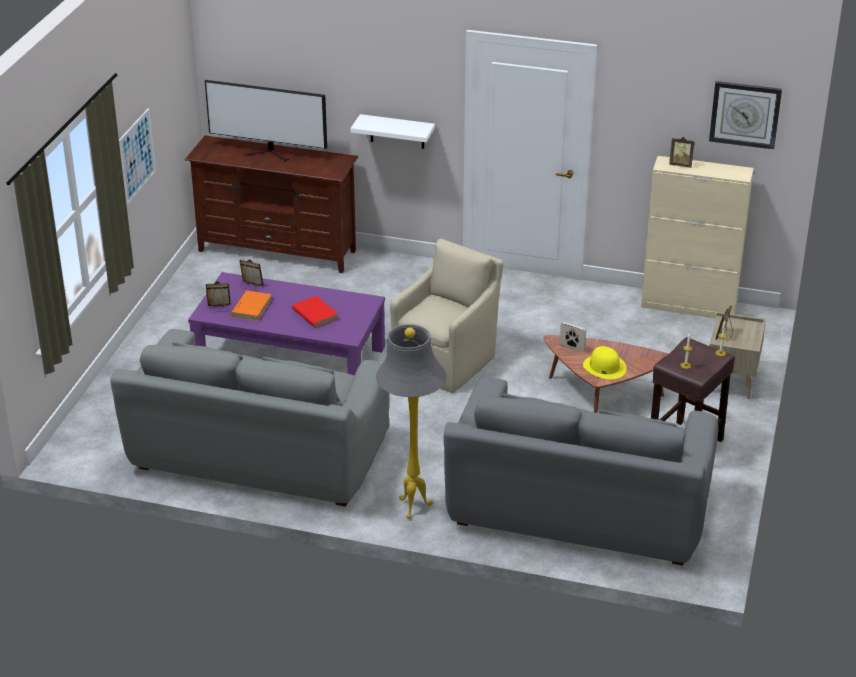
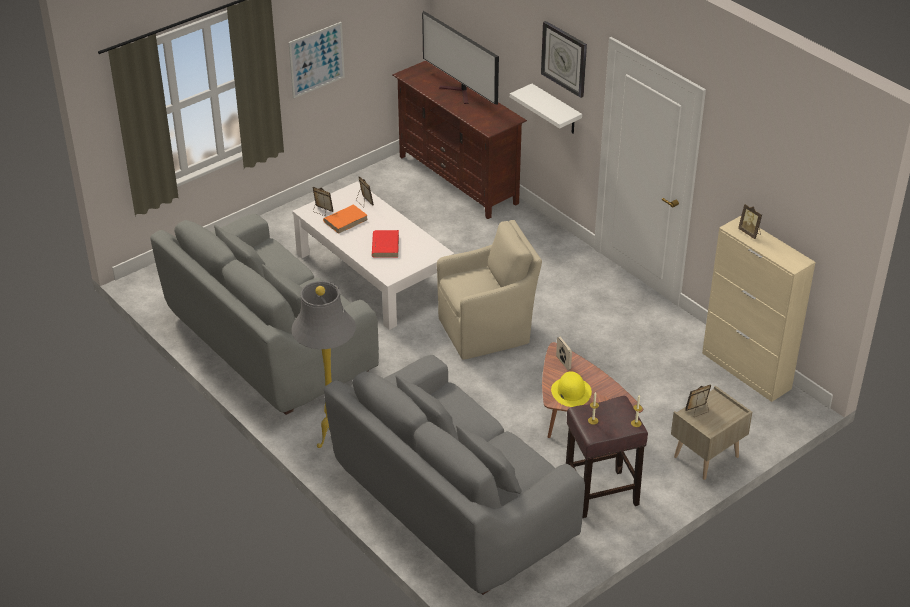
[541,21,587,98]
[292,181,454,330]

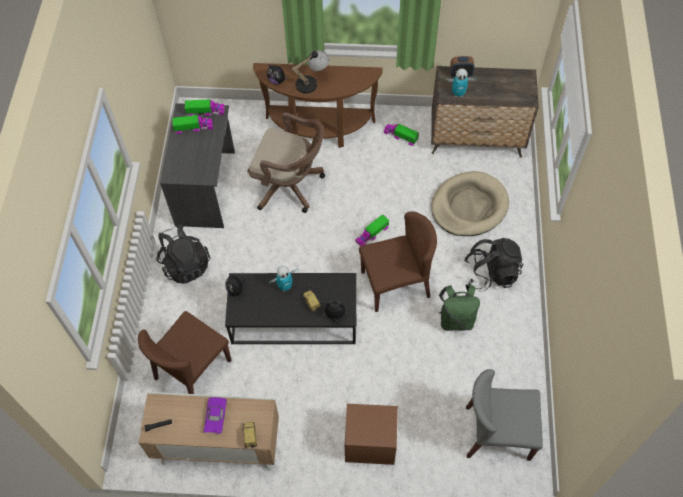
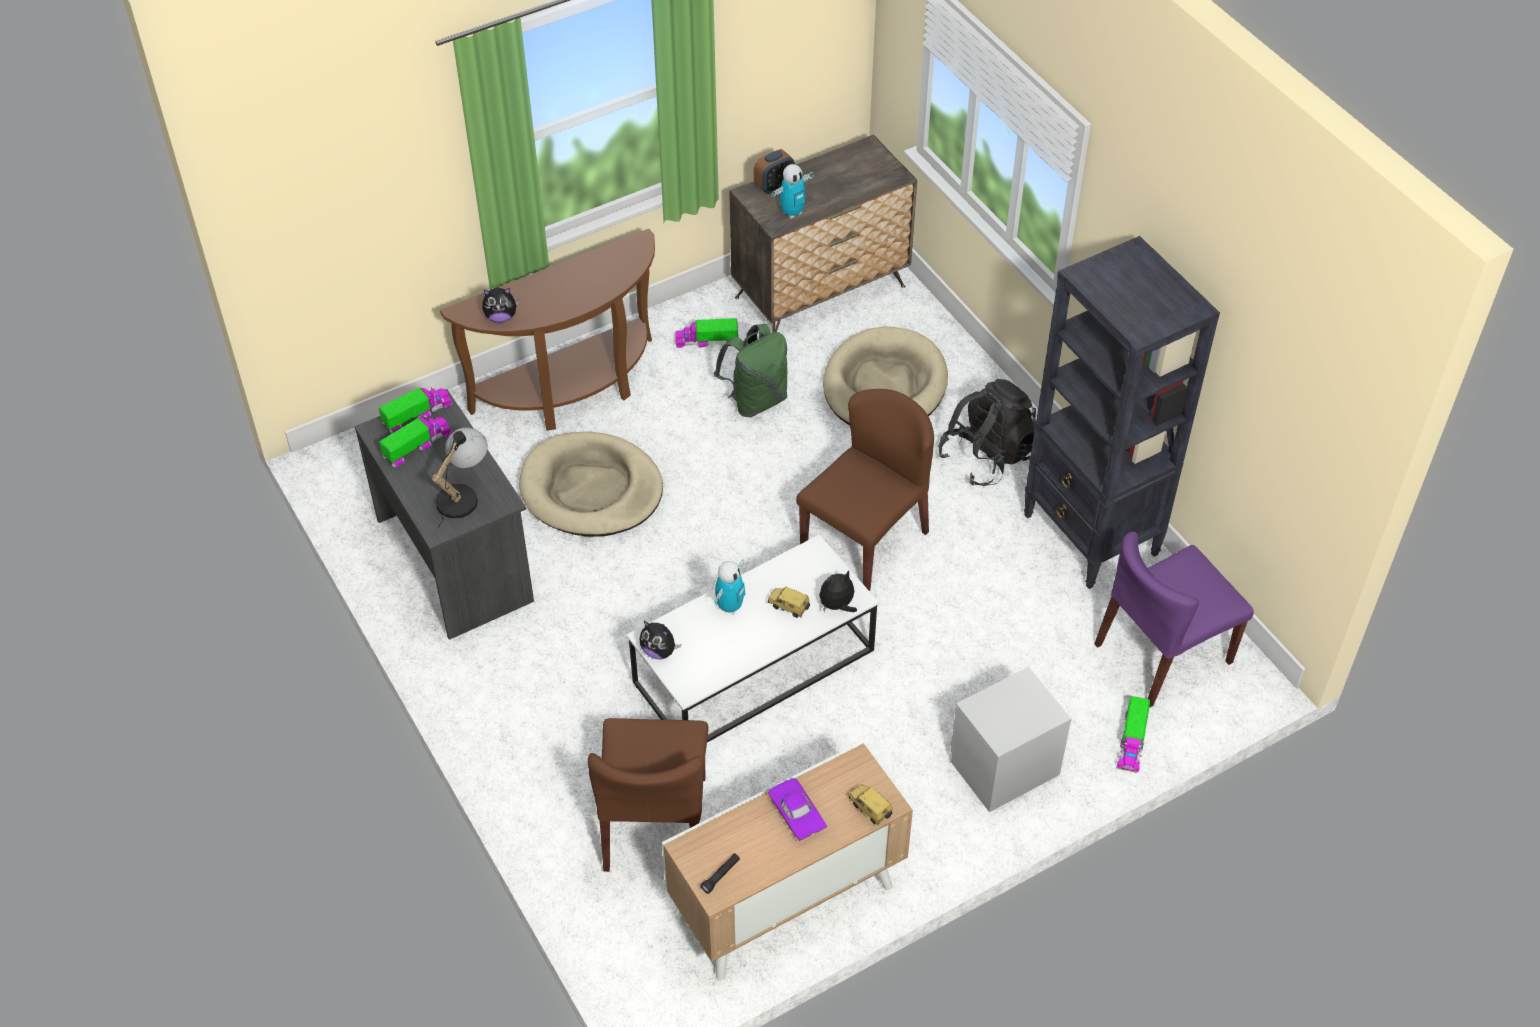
[432,428,488,528]
[519,431,663,537]
[1116,696,1150,773]
[156,225,210,284] (first image)
[627,535,879,742]
[714,324,788,417]
[1094,531,1254,708]
[950,667,1071,812]
[1023,236,1220,589]

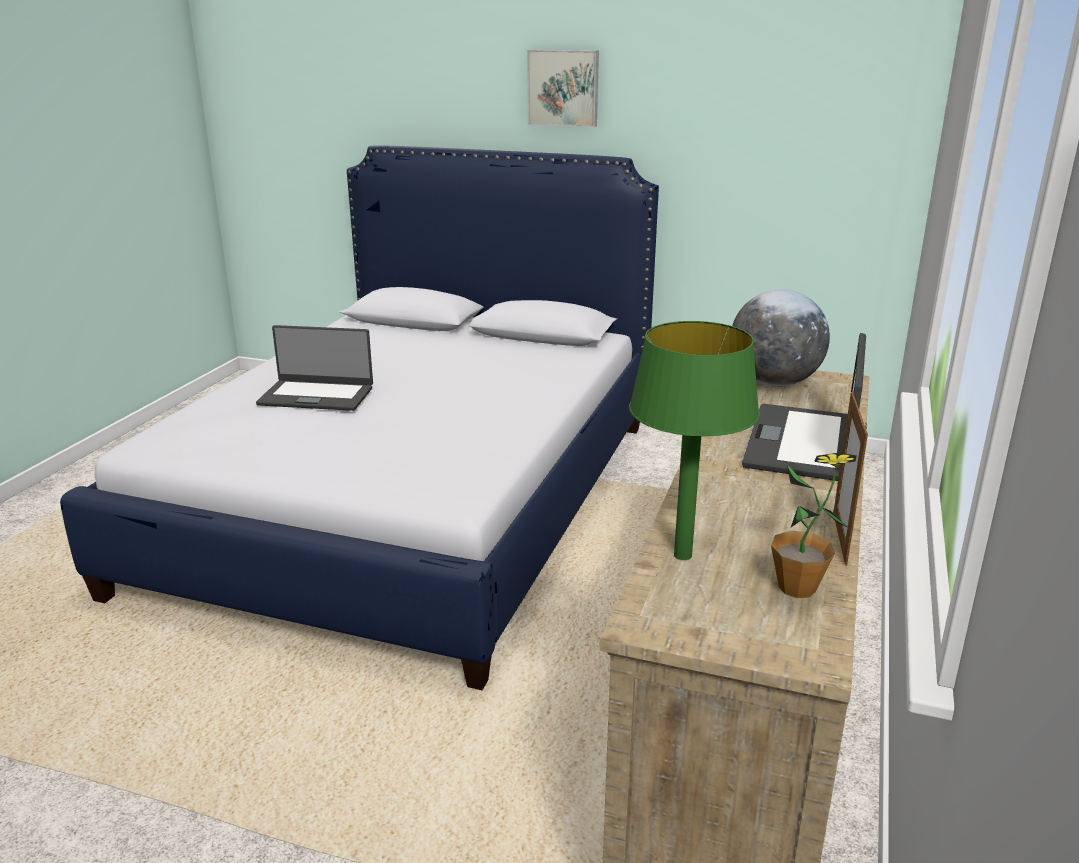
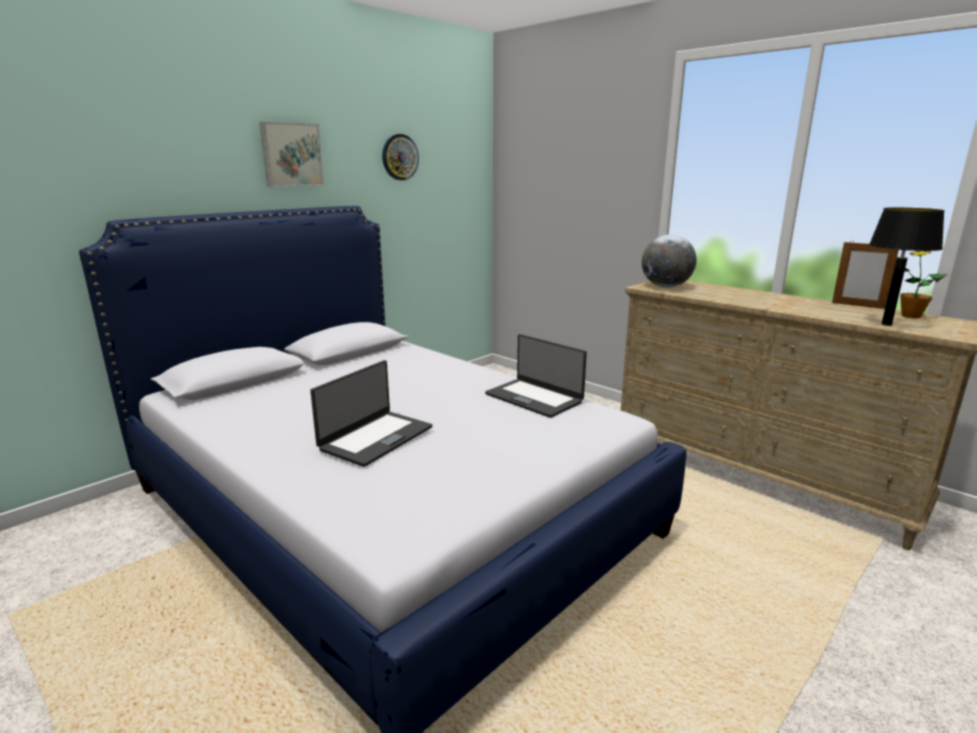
[869,207,945,326]
[485,334,587,418]
[382,134,419,180]

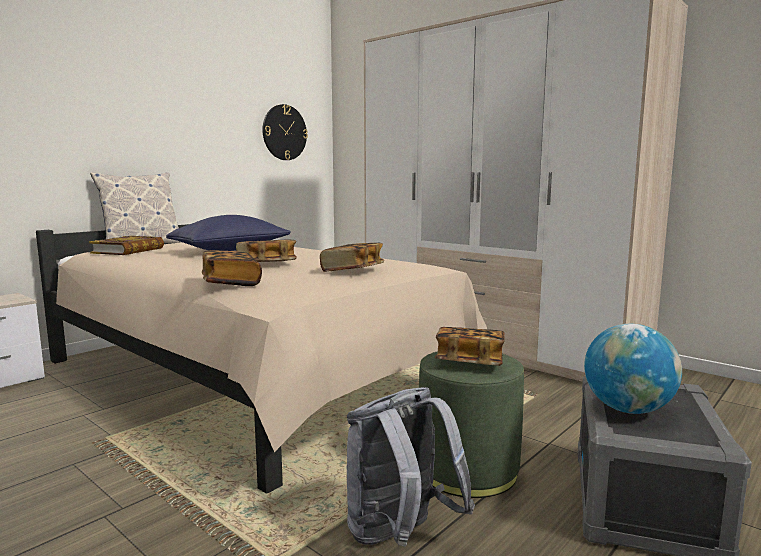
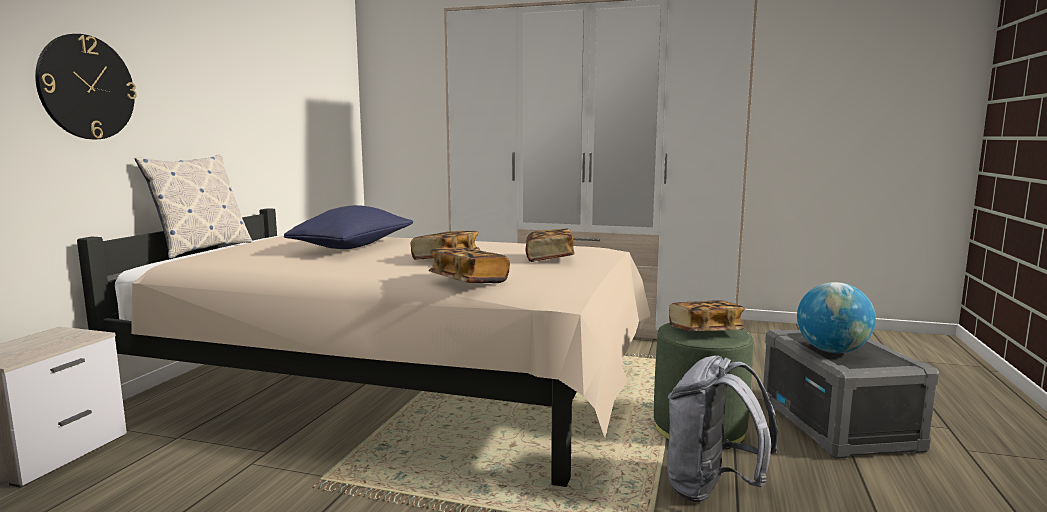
[35,34,137,139]
[89,236,164,255] (first image)

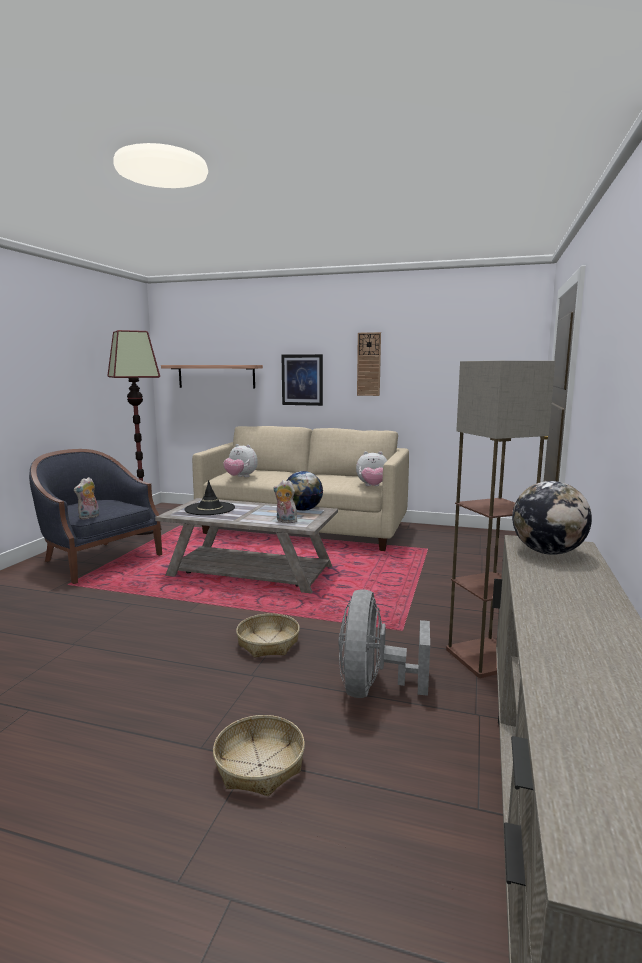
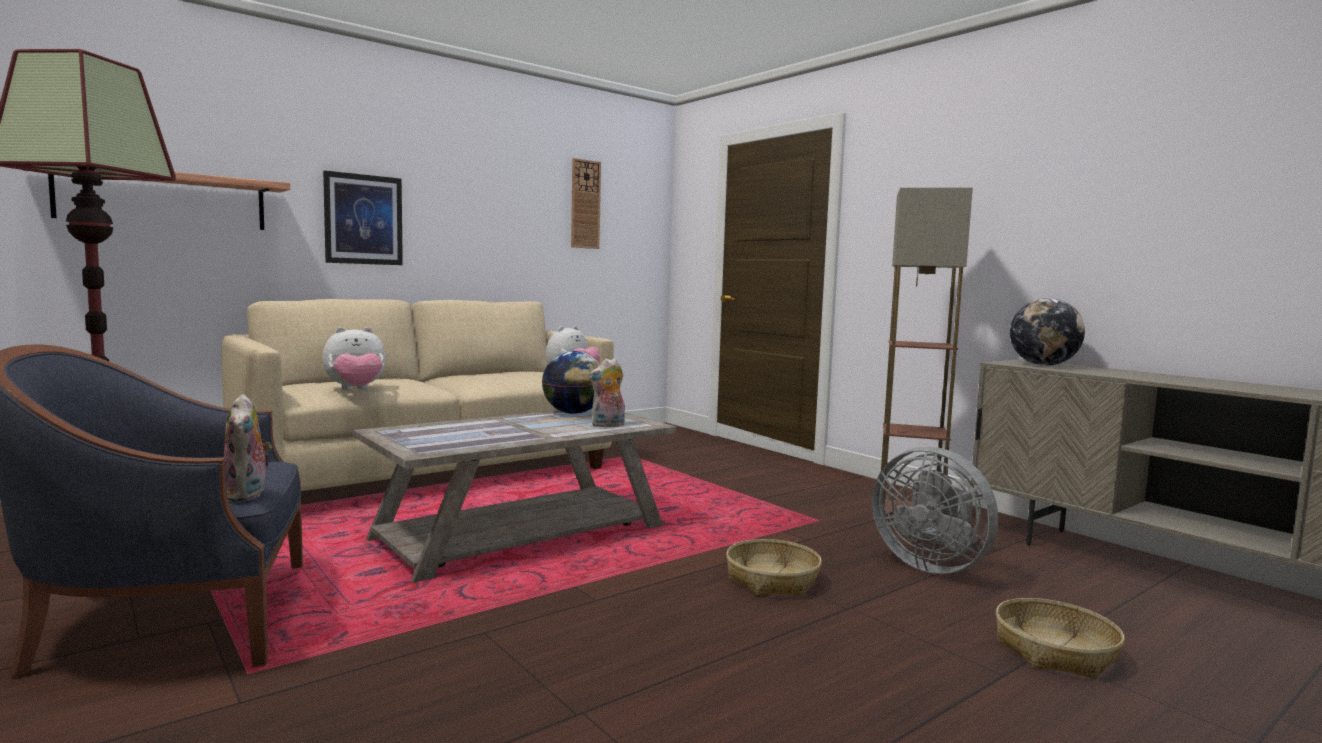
[571,158,601,249]
[184,480,235,515] (first image)

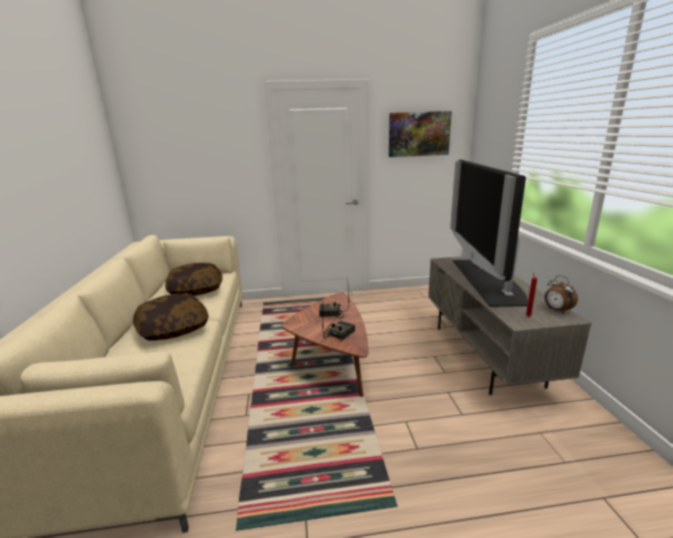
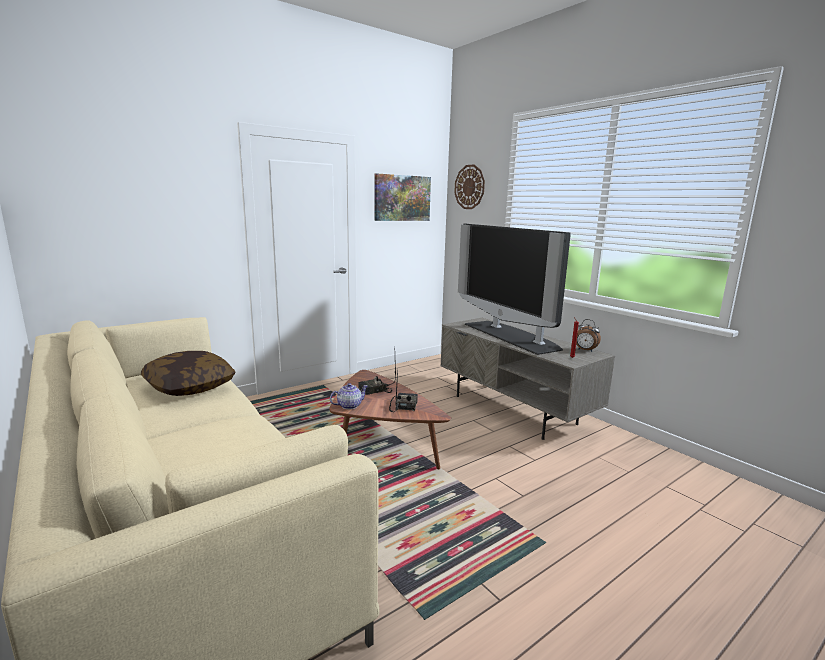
[133,293,209,340] (first image)
[454,164,485,209]
[330,383,368,409]

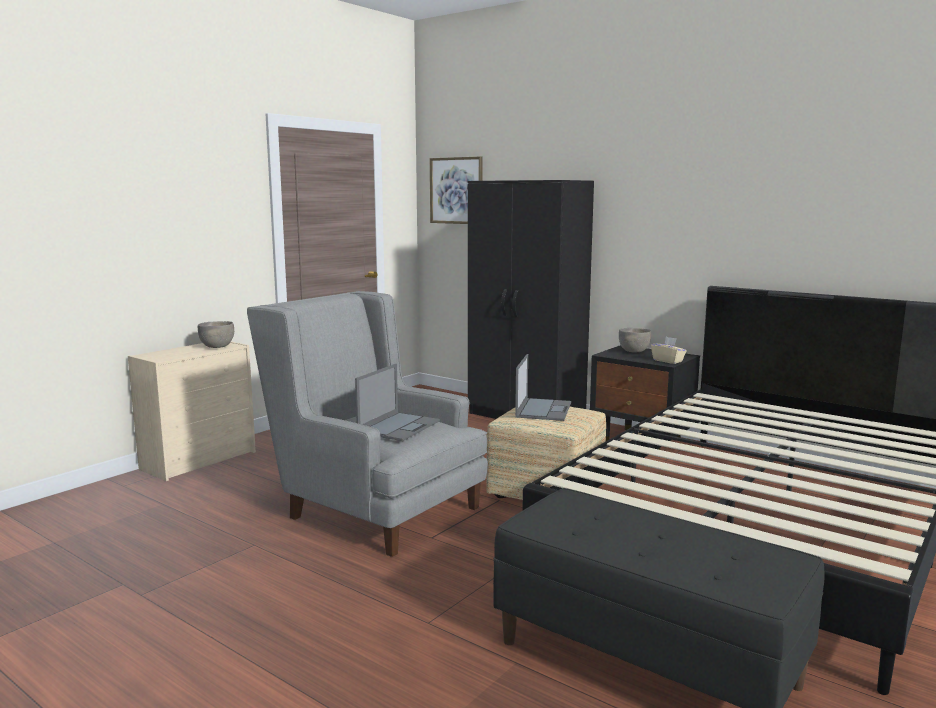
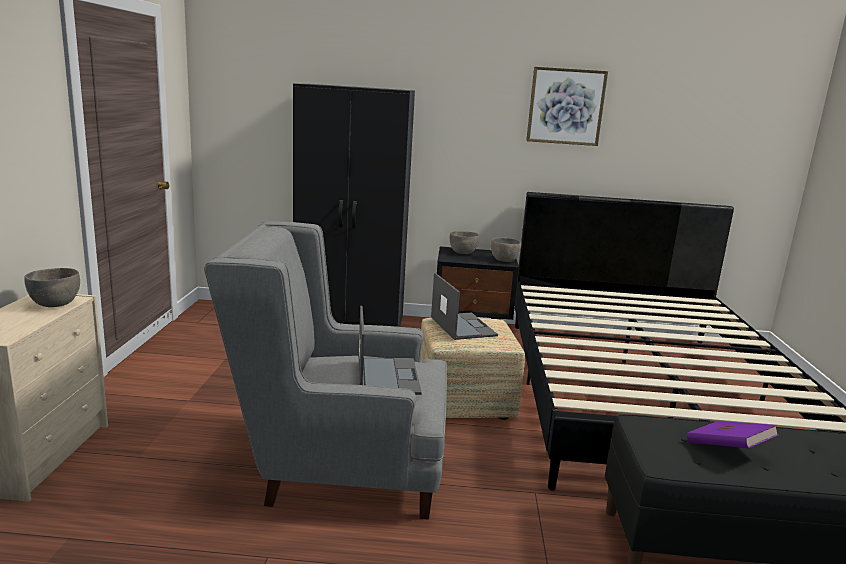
[526,67,608,146]
[491,238,521,262]
[687,421,779,448]

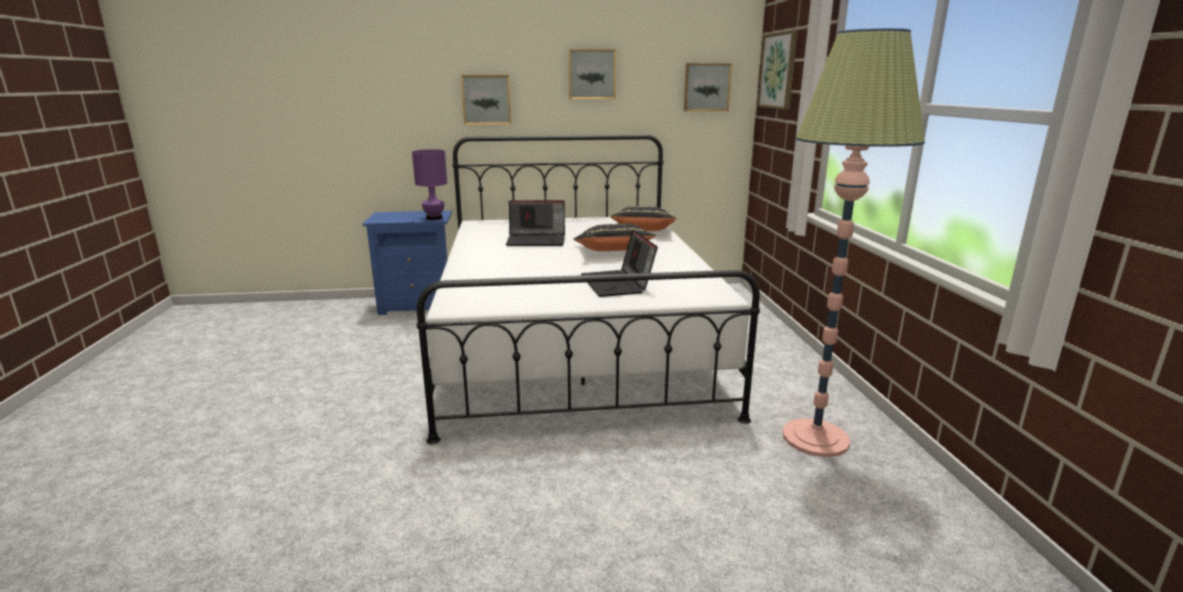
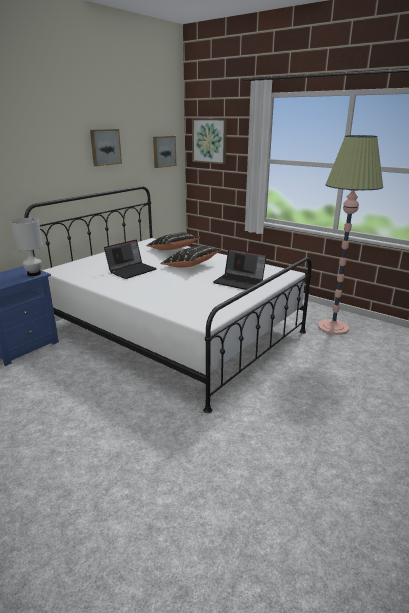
[461,75,511,125] (first image)
[10,218,43,276]

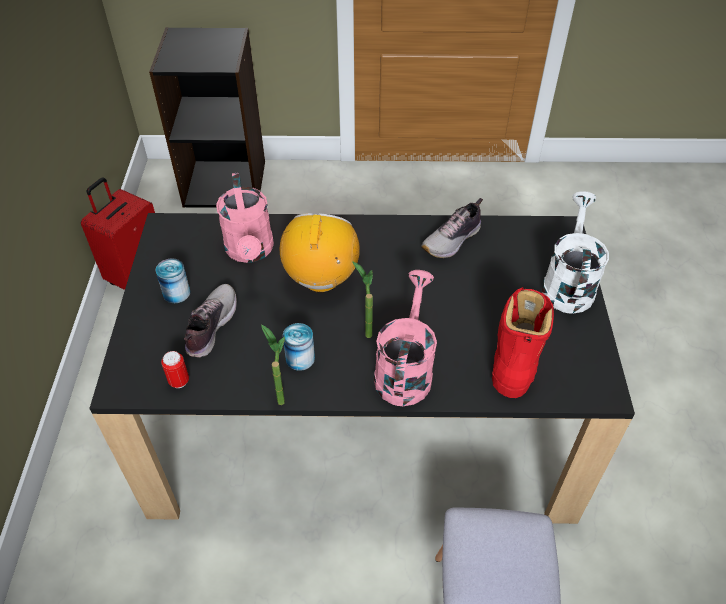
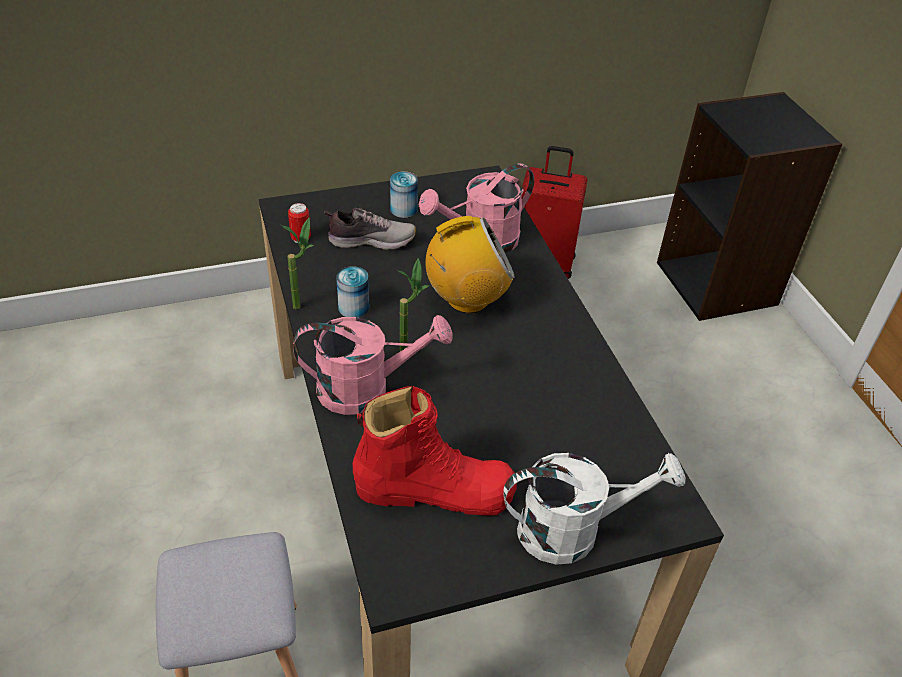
[421,198,483,258] (first image)

